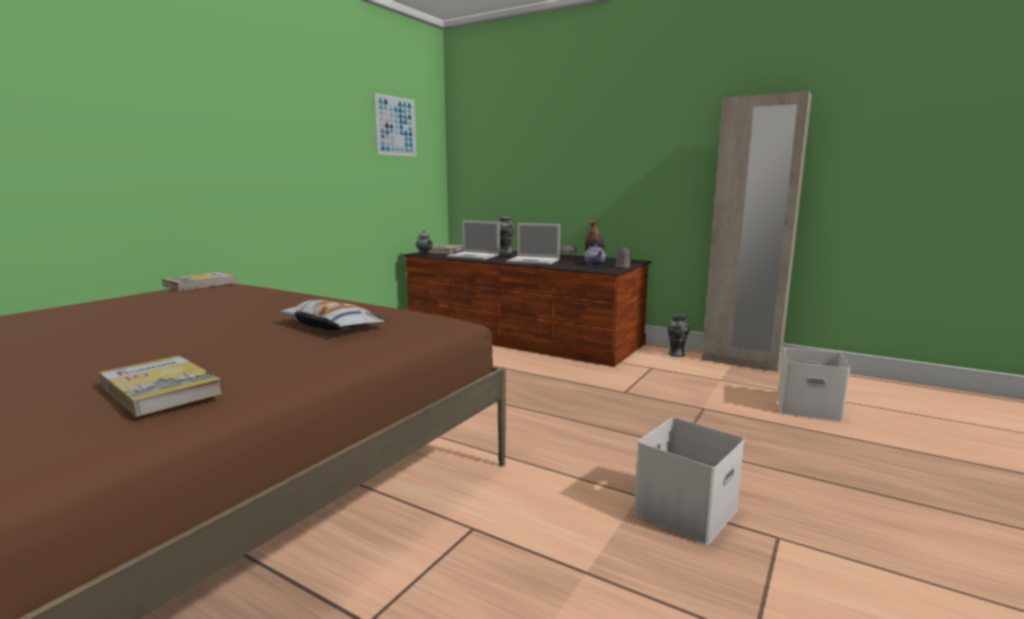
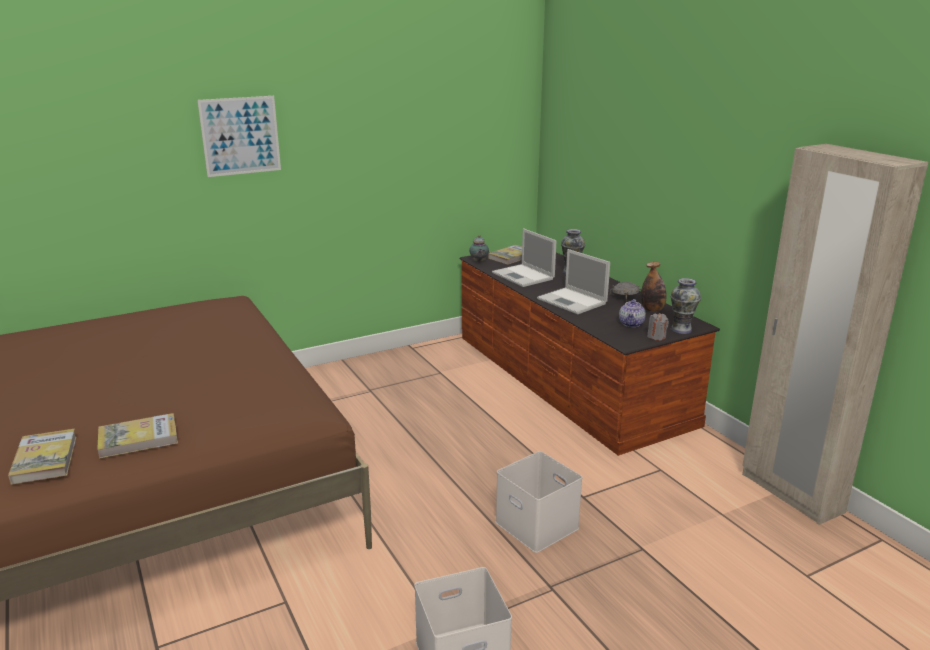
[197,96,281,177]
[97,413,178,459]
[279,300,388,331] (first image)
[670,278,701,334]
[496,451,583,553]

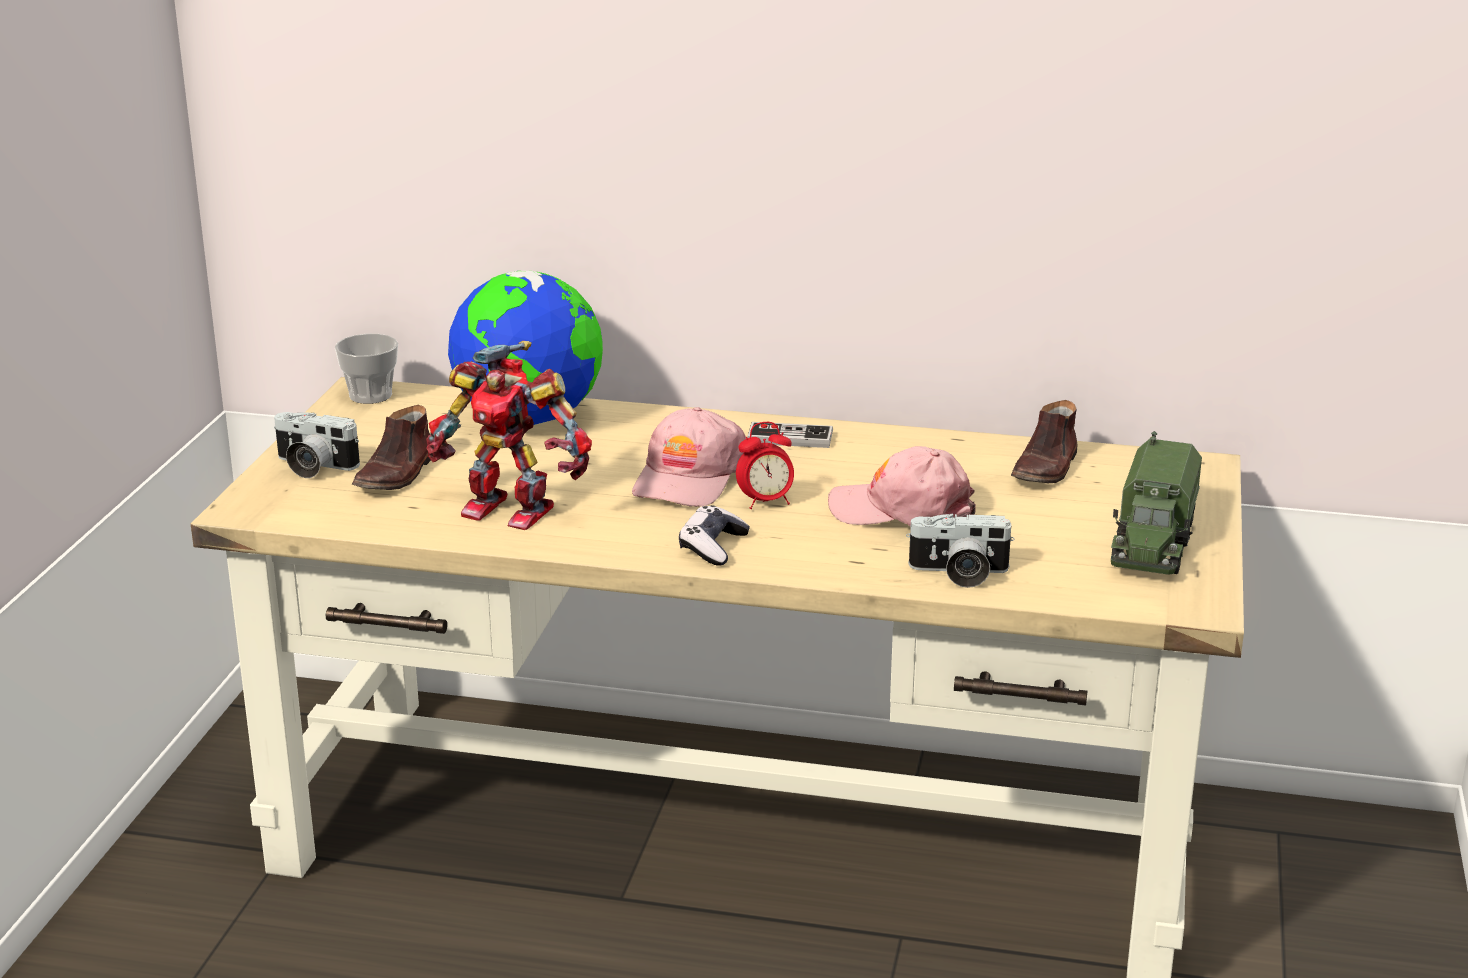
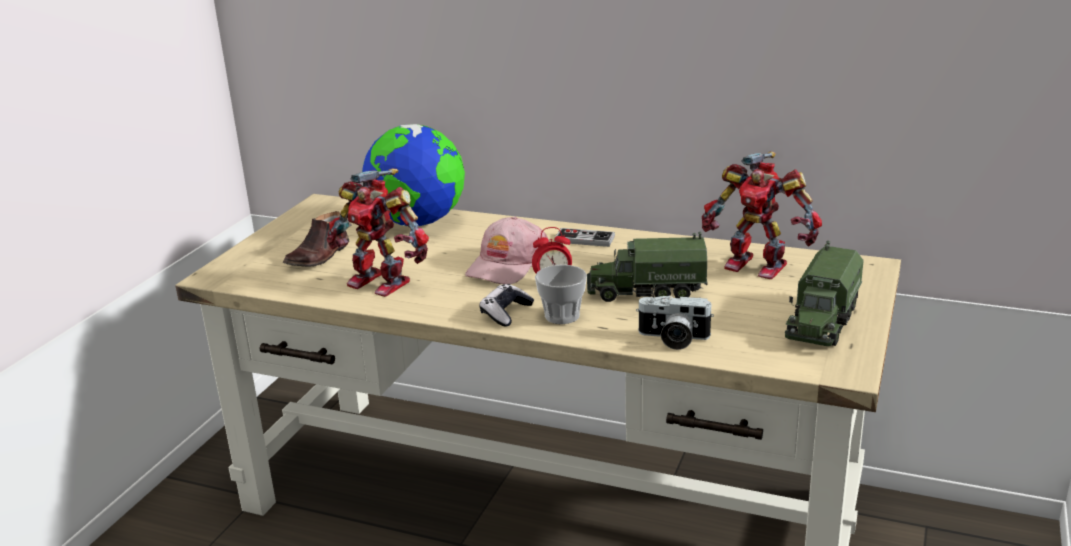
[535,265,587,324]
[702,152,822,279]
[274,412,360,478] (first image)
[587,232,708,302]

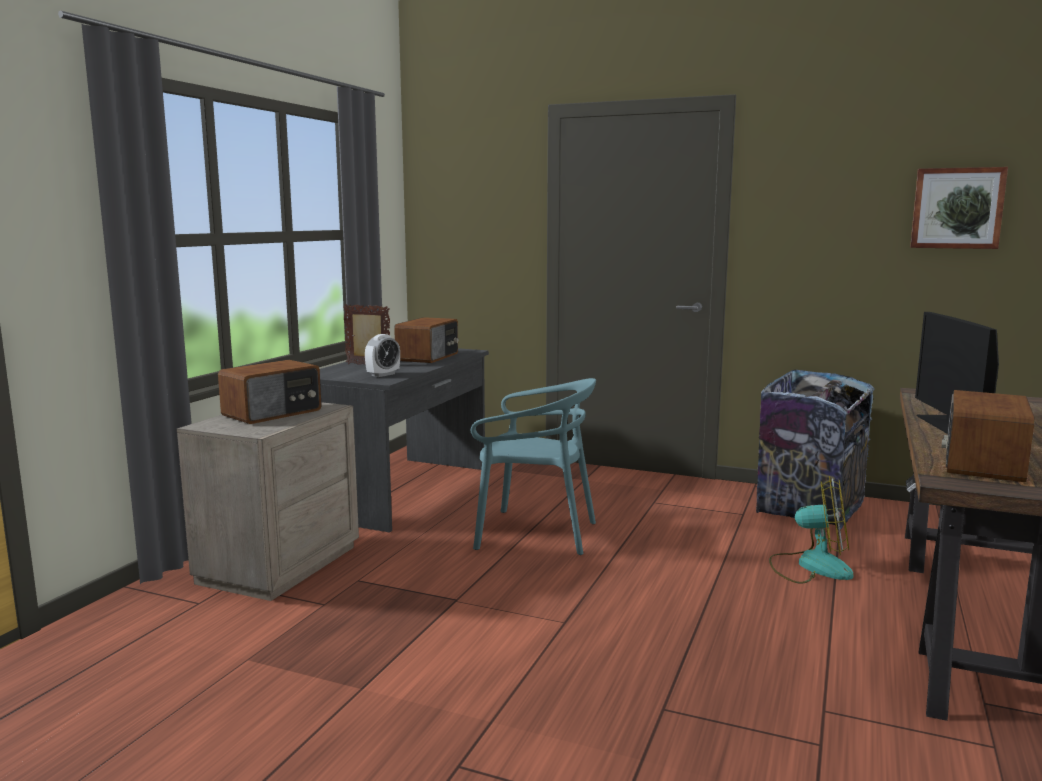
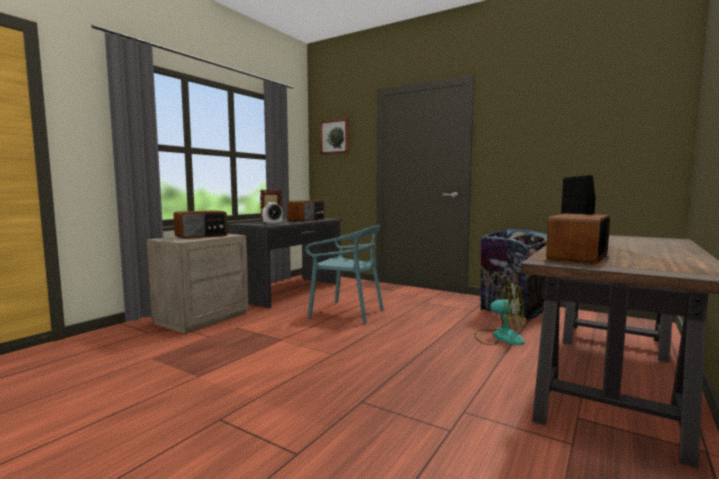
[320,118,349,155]

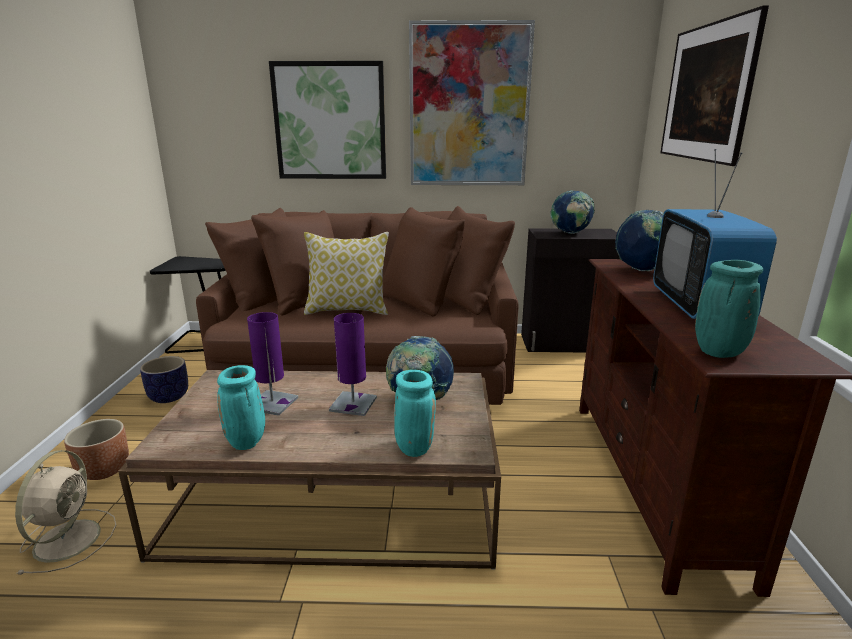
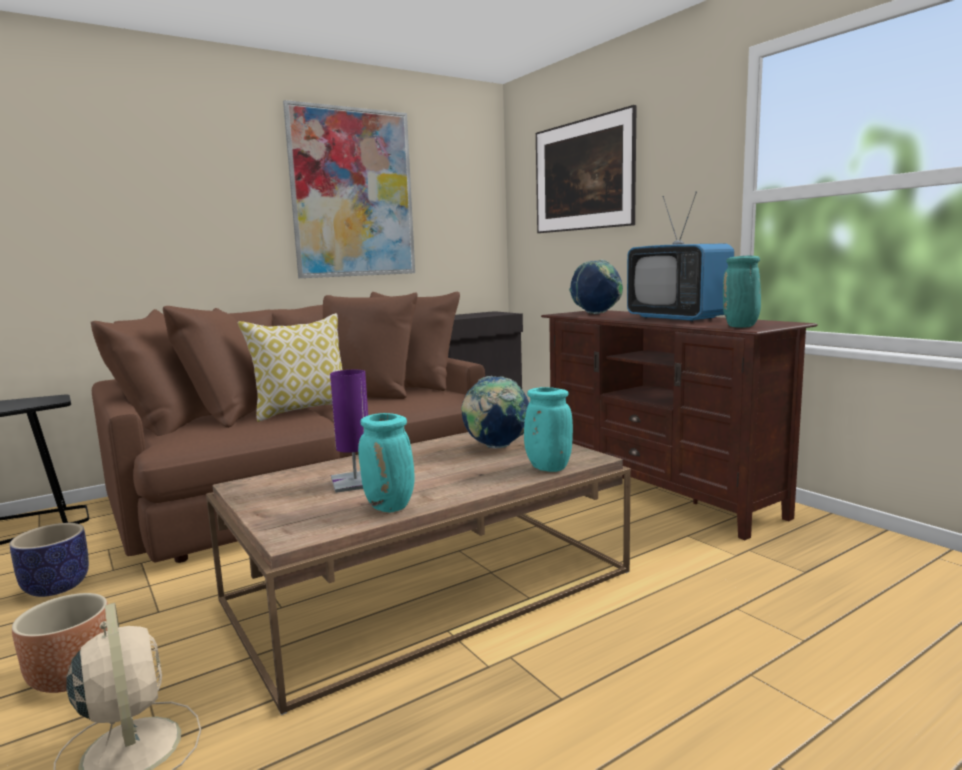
[269,61,386,179] (first image)
[550,190,595,234] (first image)
[329,313,377,416] (first image)

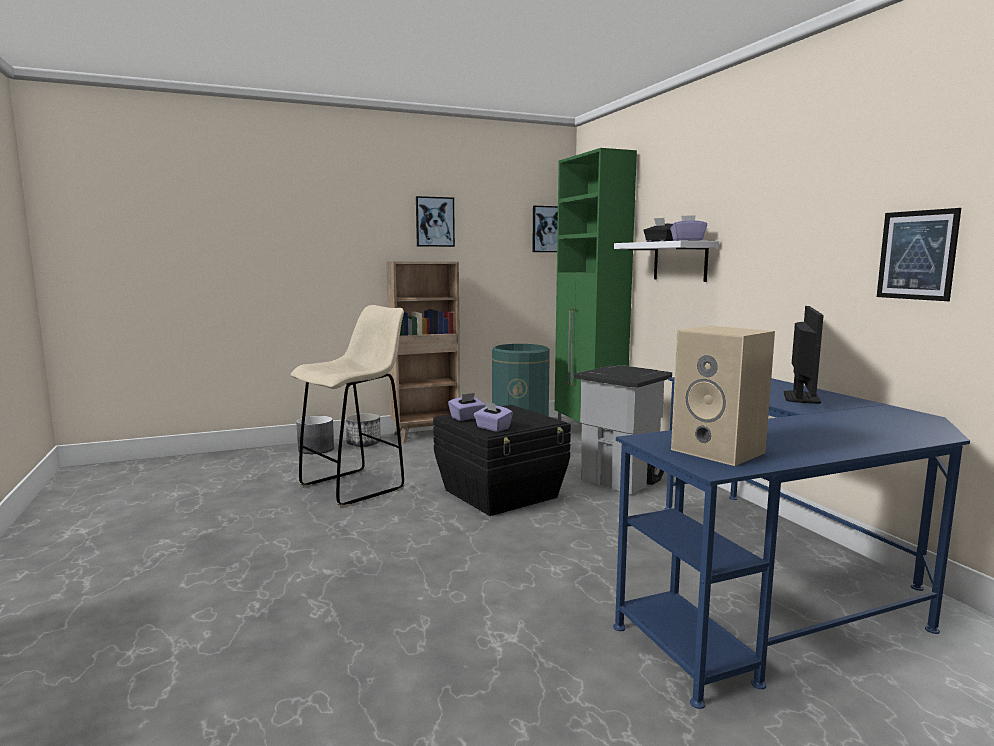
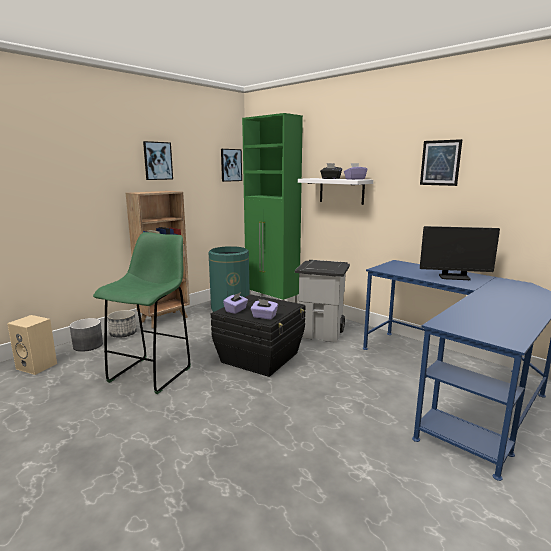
[420,139,462,186]
[93,232,191,394]
[420,226,500,280]
[7,315,57,375]

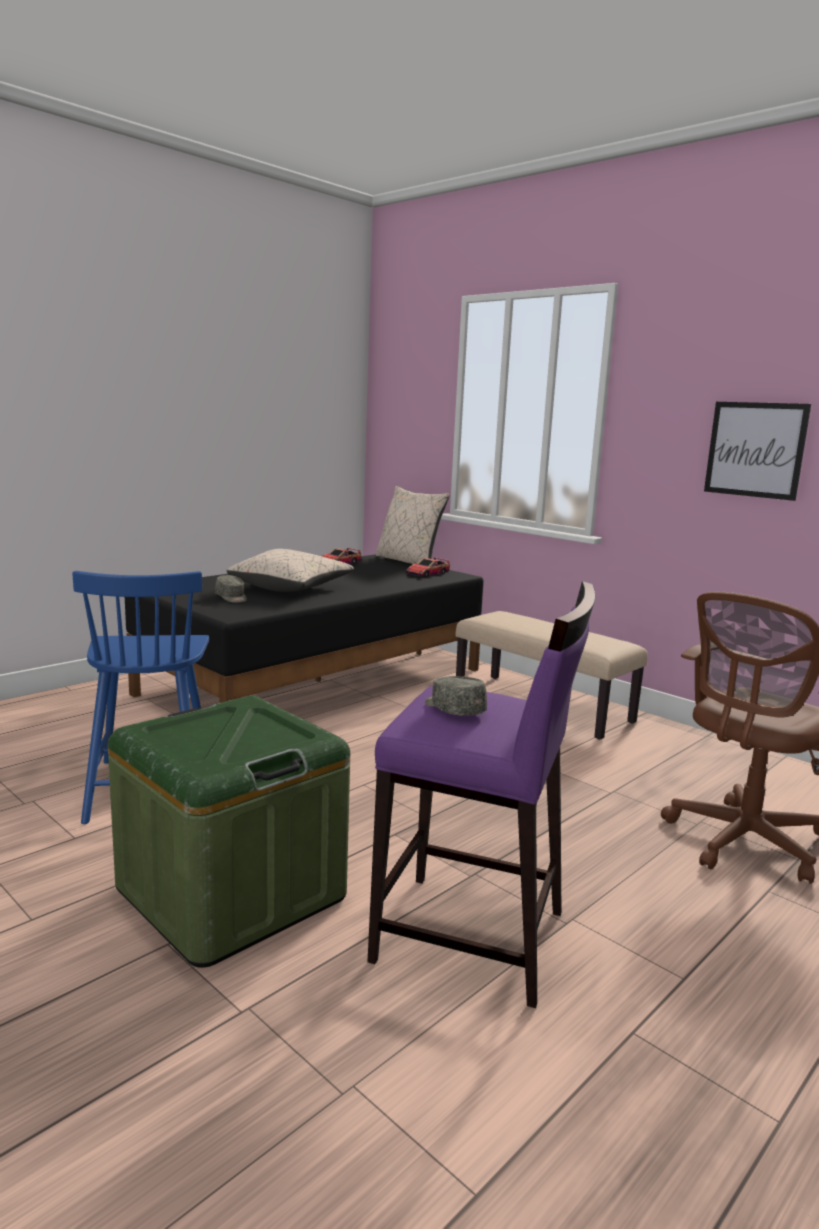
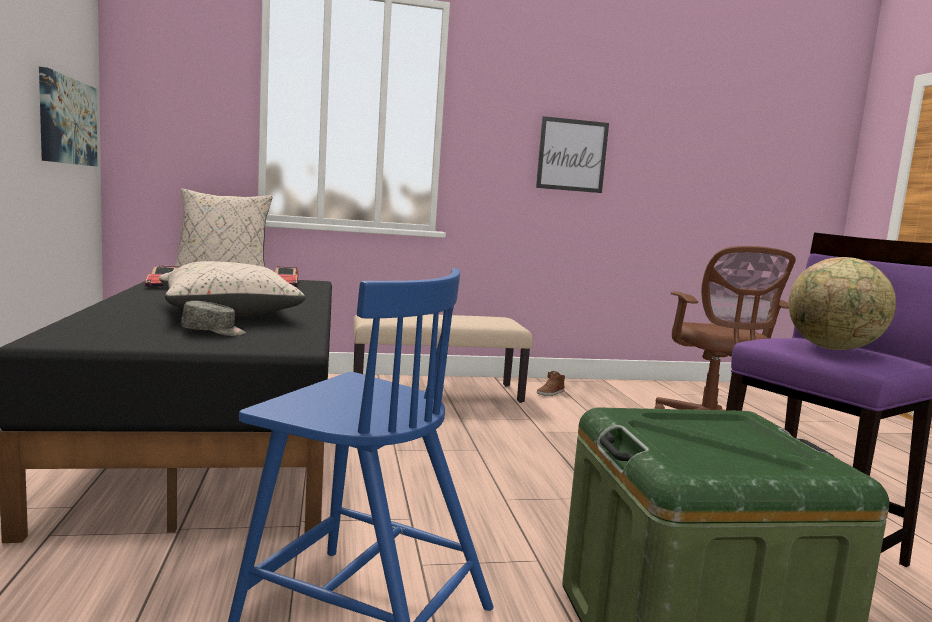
[789,257,896,350]
[39,67,97,166]
[537,371,565,396]

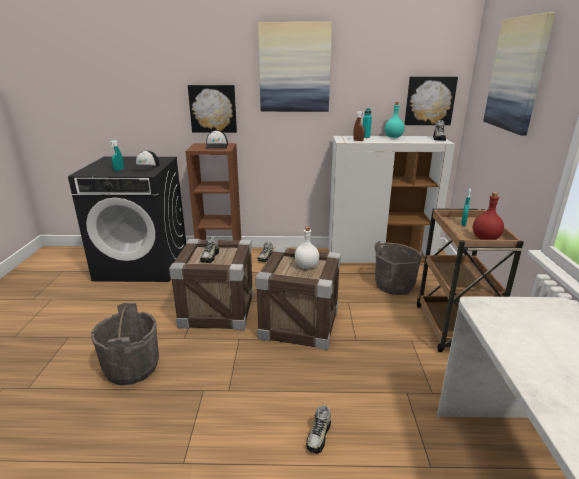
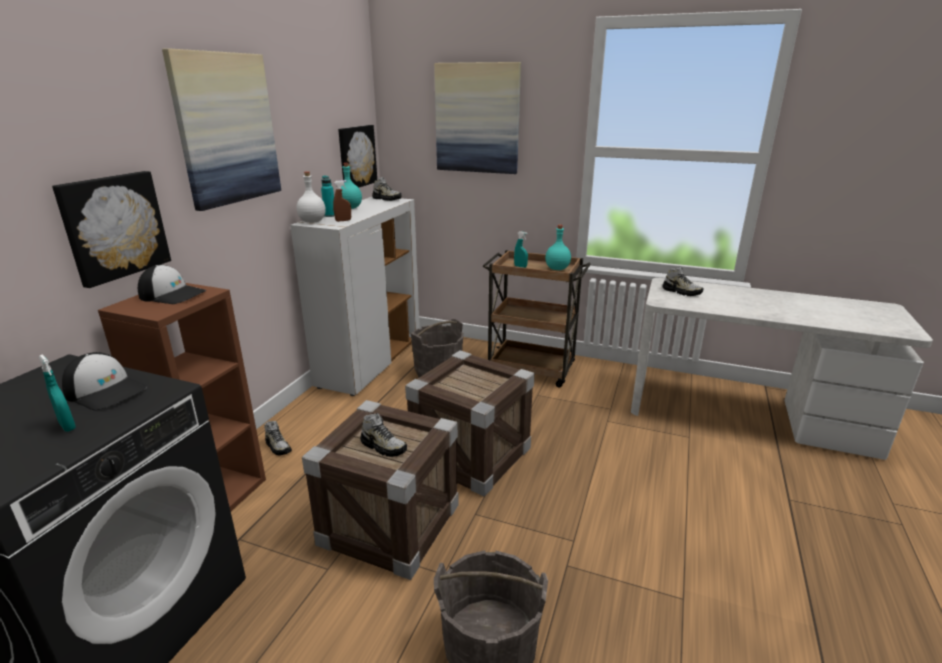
[545,225,571,270]
[297,172,326,223]
[662,266,704,296]

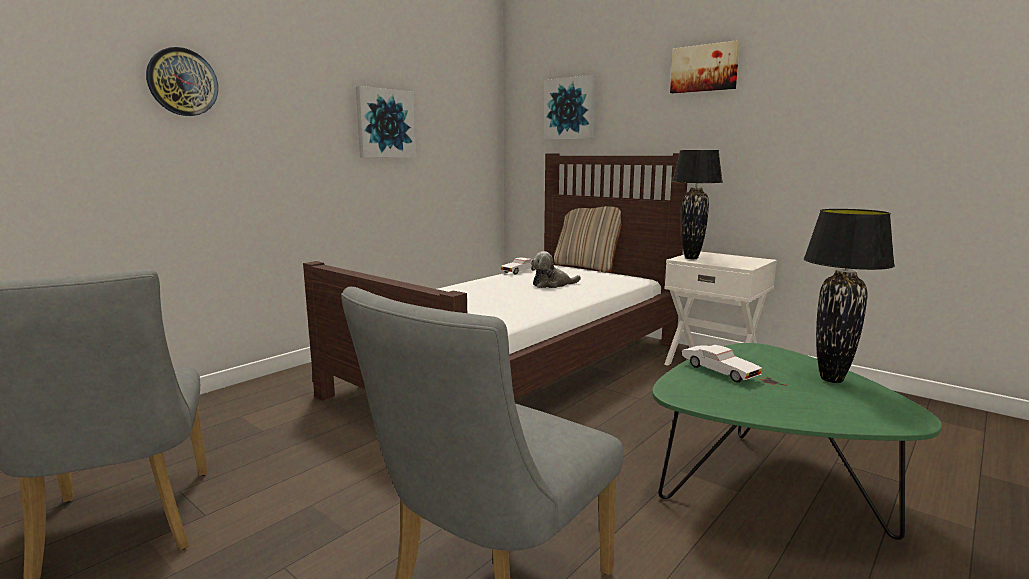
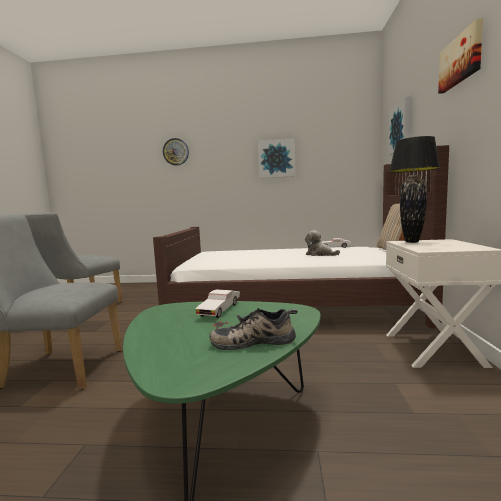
[209,308,298,350]

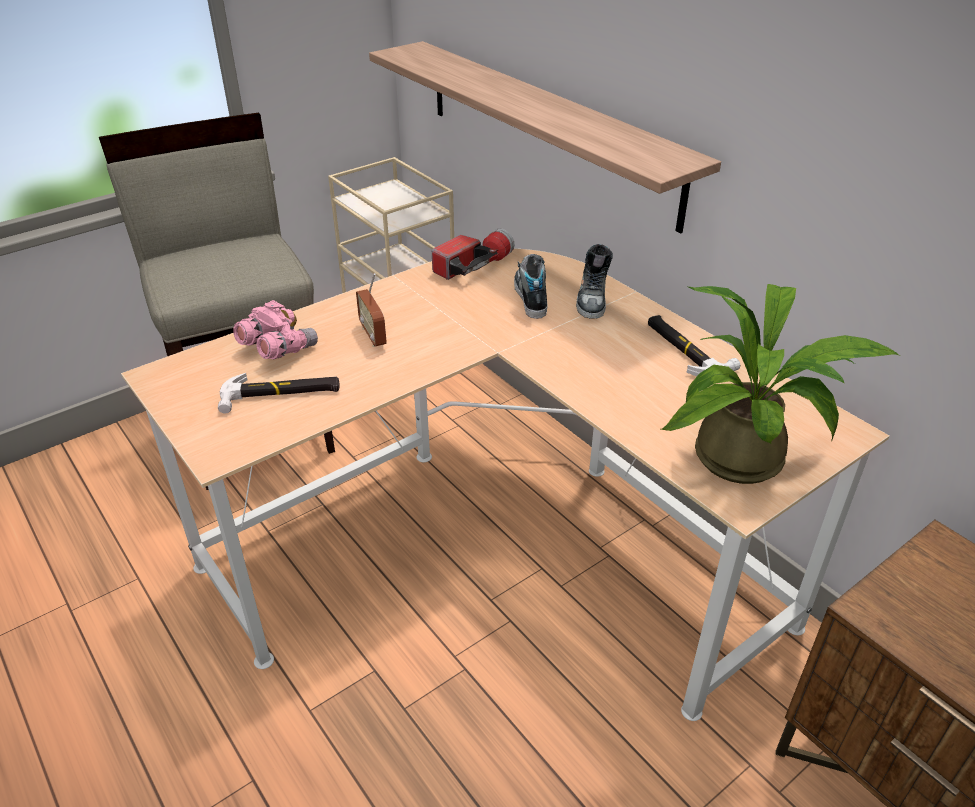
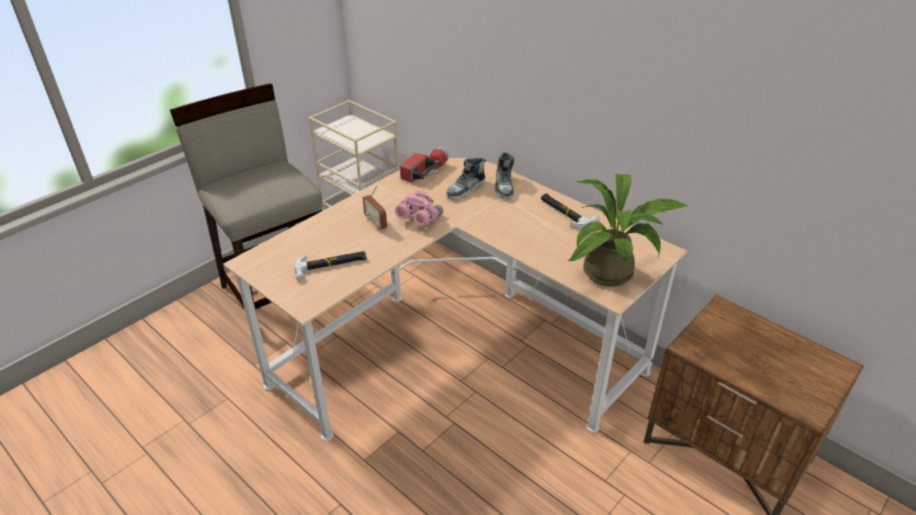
[369,41,721,233] (first image)
[446,158,486,200]
[395,190,443,226]

